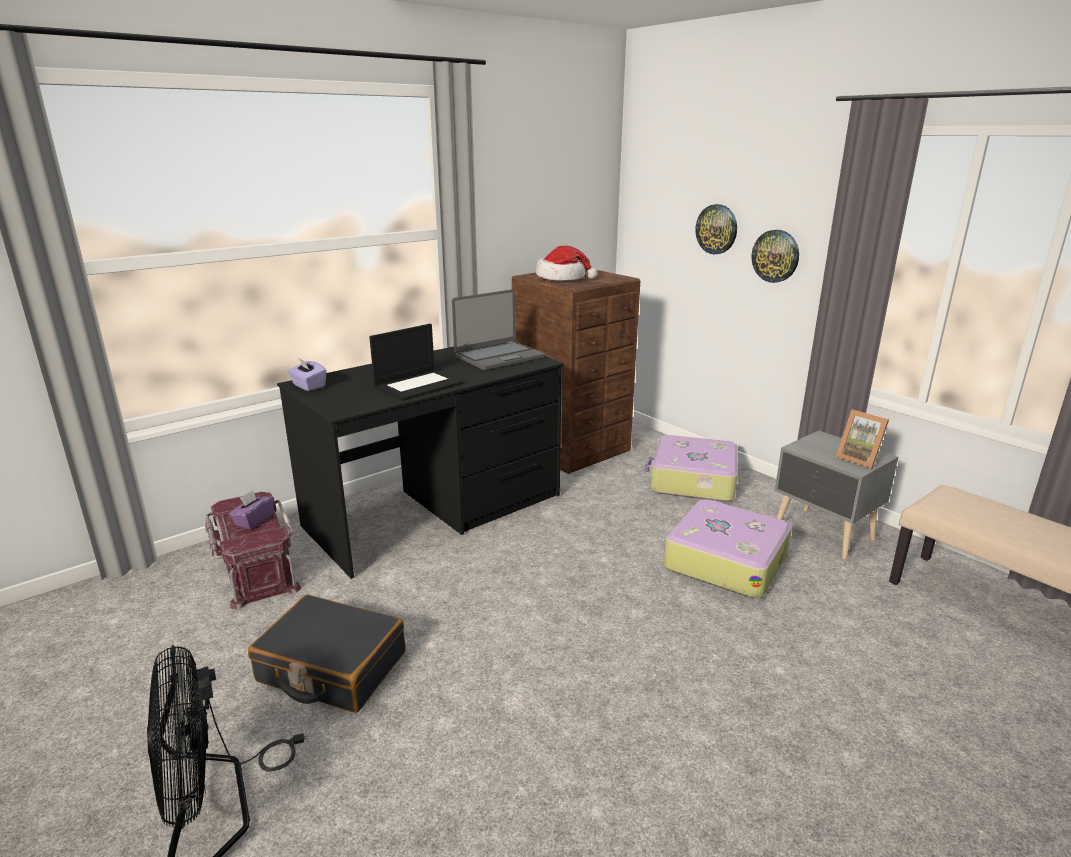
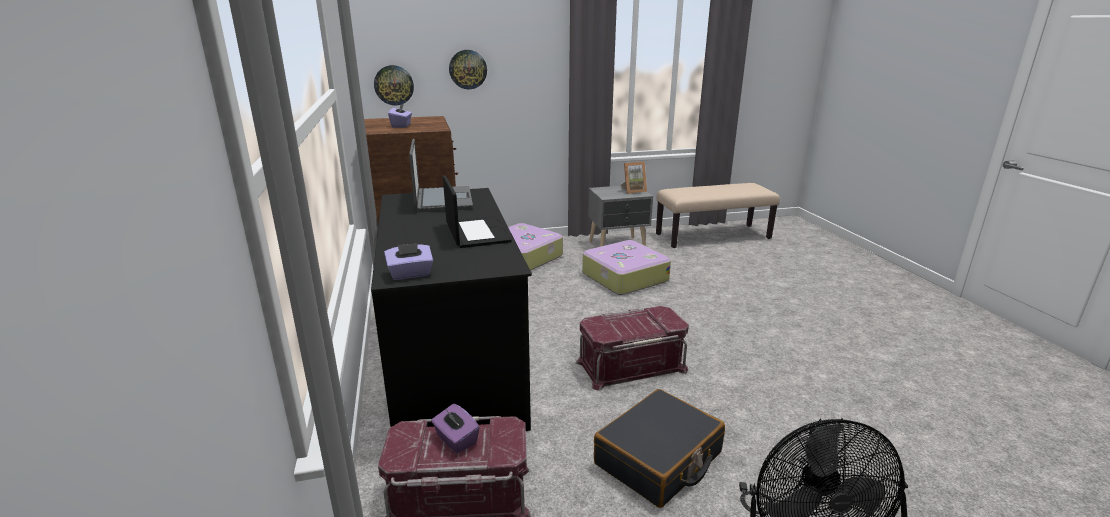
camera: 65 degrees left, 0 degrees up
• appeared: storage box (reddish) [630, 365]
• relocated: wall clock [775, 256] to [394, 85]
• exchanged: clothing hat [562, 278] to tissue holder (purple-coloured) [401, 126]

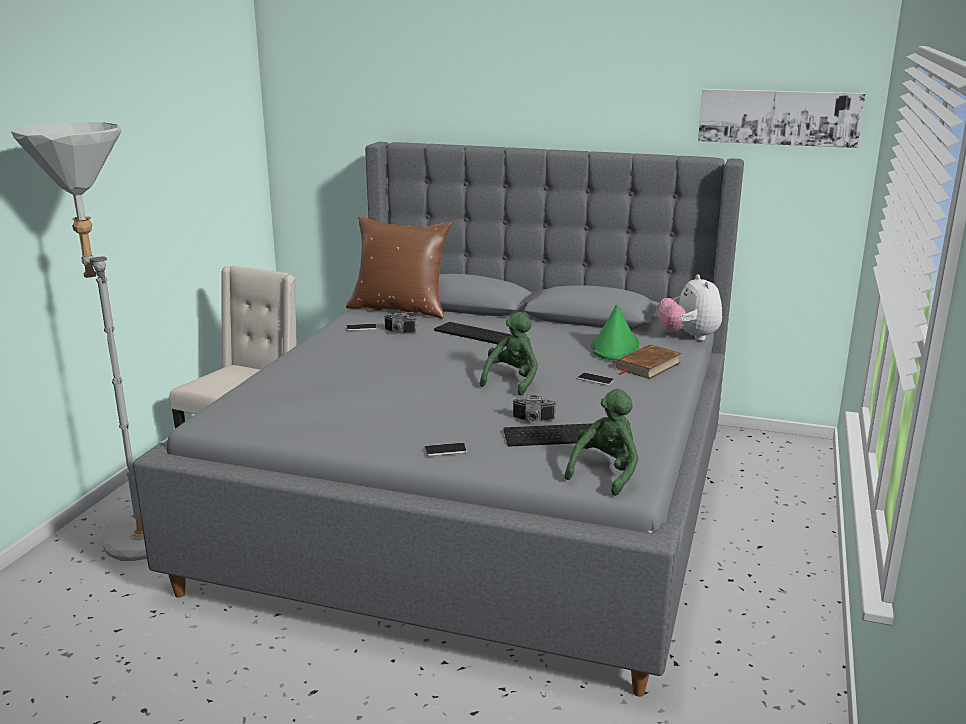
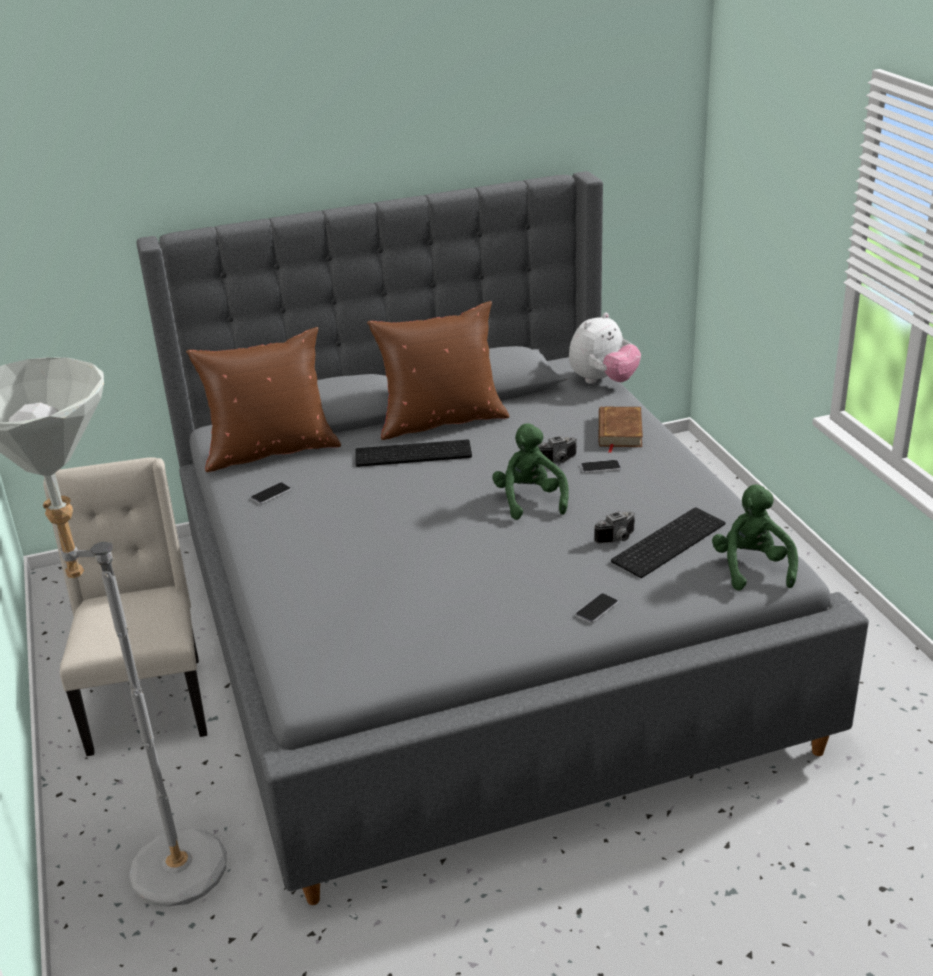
camera: 35 degrees left, 10 degrees up
• missing: clothing hat (greenish) [614, 347]
• missing: wall picture [779, 117]
• appeared: throw pillow (brown) [441, 420]
• relocated: photo camera [398, 332] to [559, 461]
• spun: soft toy [689, 337] = [603, 381] 90 degrees counterclockwise

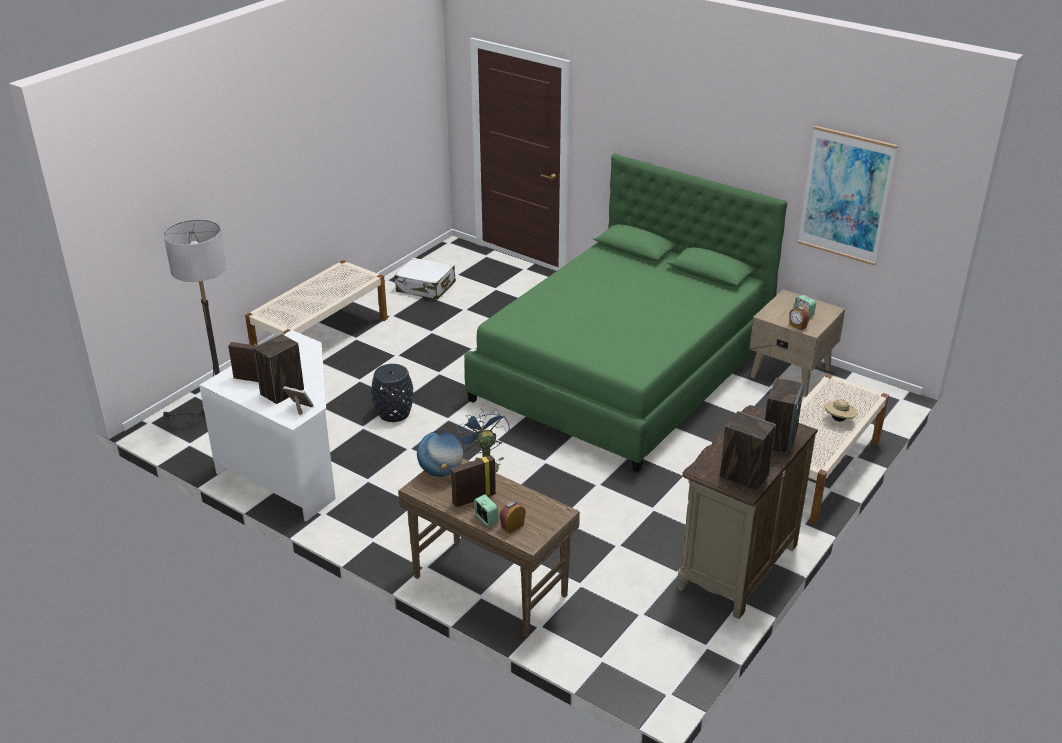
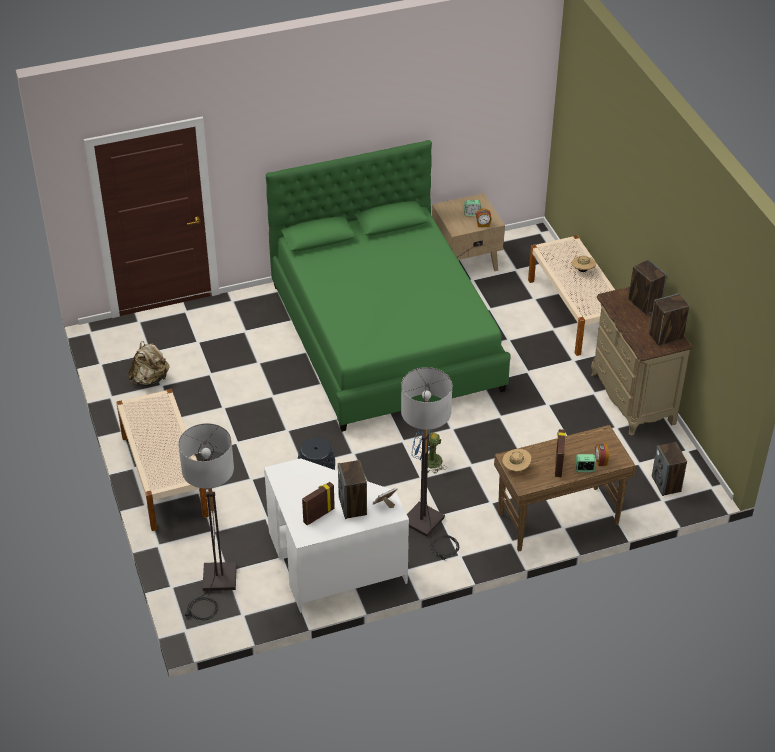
camera: 55 degrees left, 10 degrees up
• missing: wall picture [845, 195]
• appeared: standard lamp [429, 528]
• appeared: audio speaker [666, 484]
• exchanged: travel case (white-coloured) [426, 287] to backpack (beige) [150, 379]
• exchanged: world globe [440, 471] to clothing hat (beige) [516, 467]

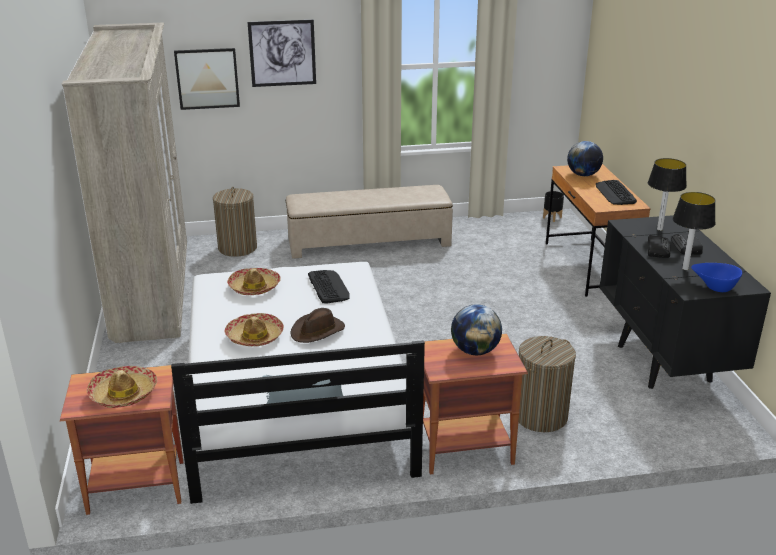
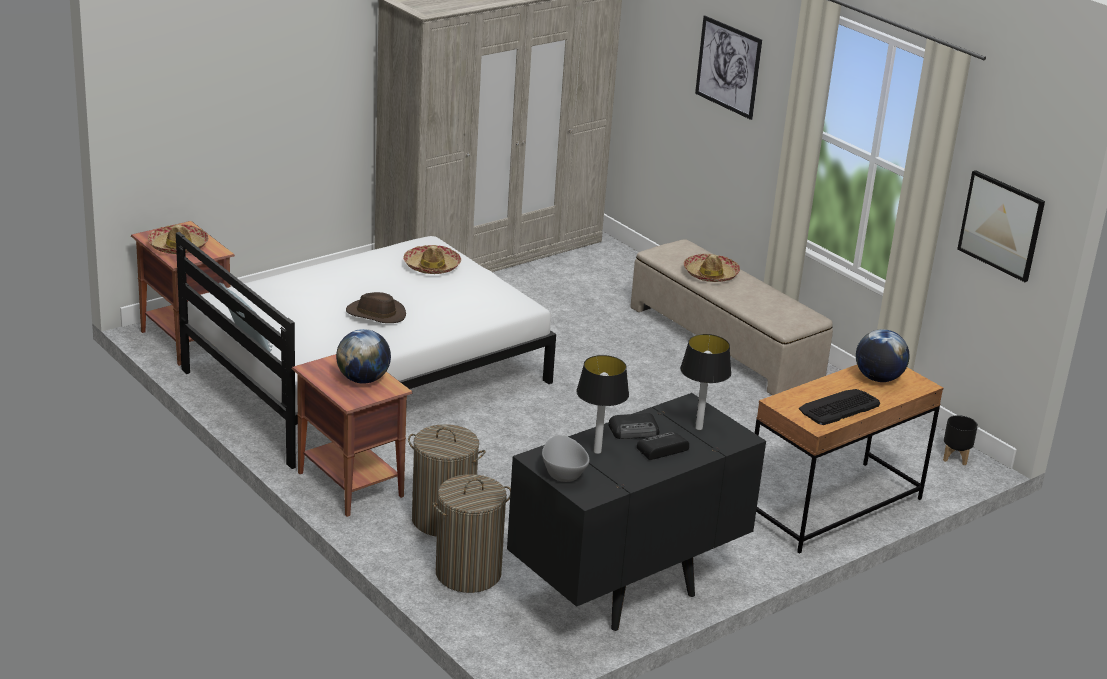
camera: 60 degrees right, 0 degrees up
• missing: keyboard [328, 287]
• relocated: wall picture [207, 78] to [1001, 225]
• relocated: hamper [237, 248] to [468, 573]
• relocated: clothing hat [255, 336] to [710, 274]
• colour: bowl (blue-coloured) [714, 287] to bowl (grey) [563, 473]

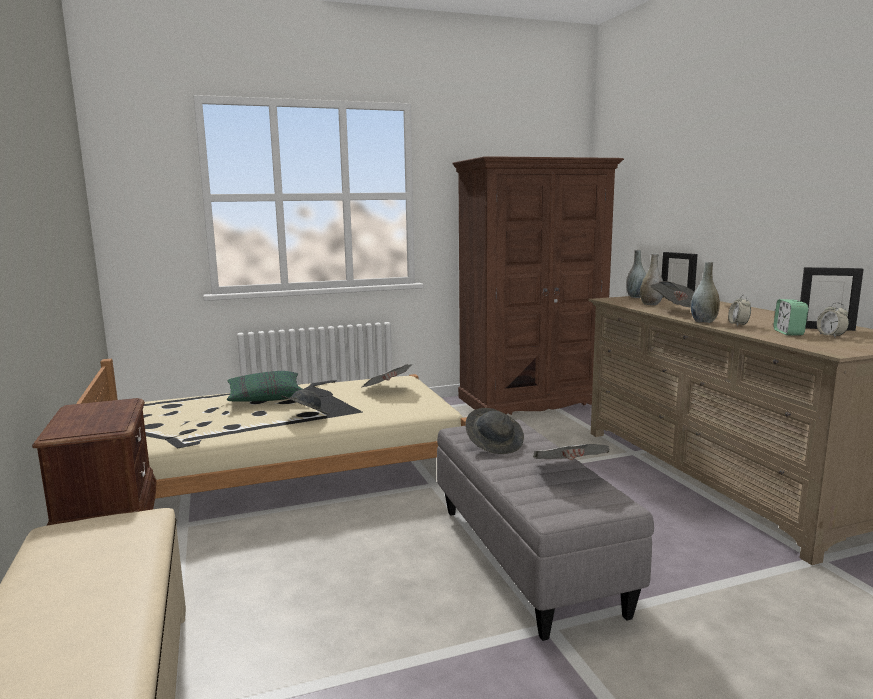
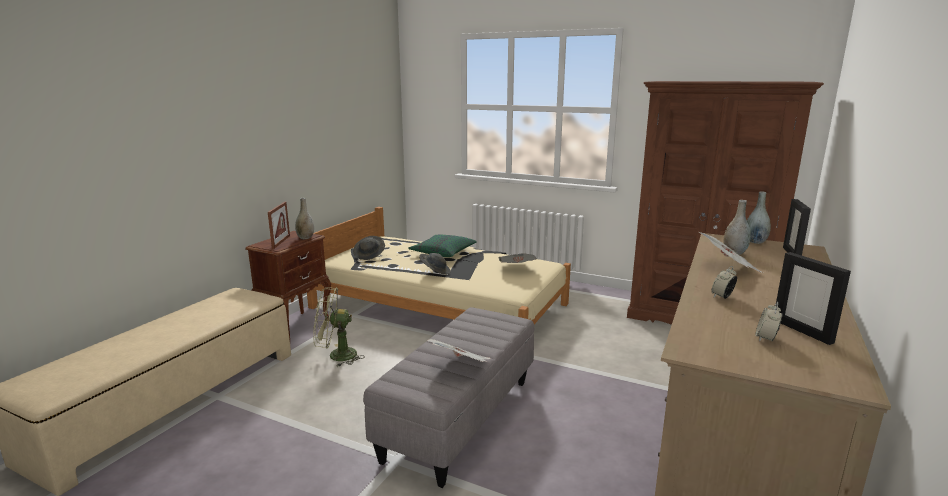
camera: 45 degrees right, 5 degrees up
• missing: bedside clock [788, 333]
• appeared: picture frame [281, 242]
• appeared: electric fan (greenish) [336, 356]
• relocated: clothing hat (grey) [494, 444] to [369, 255]
• relocated: flower vase (grey) [703, 321] to [305, 238]

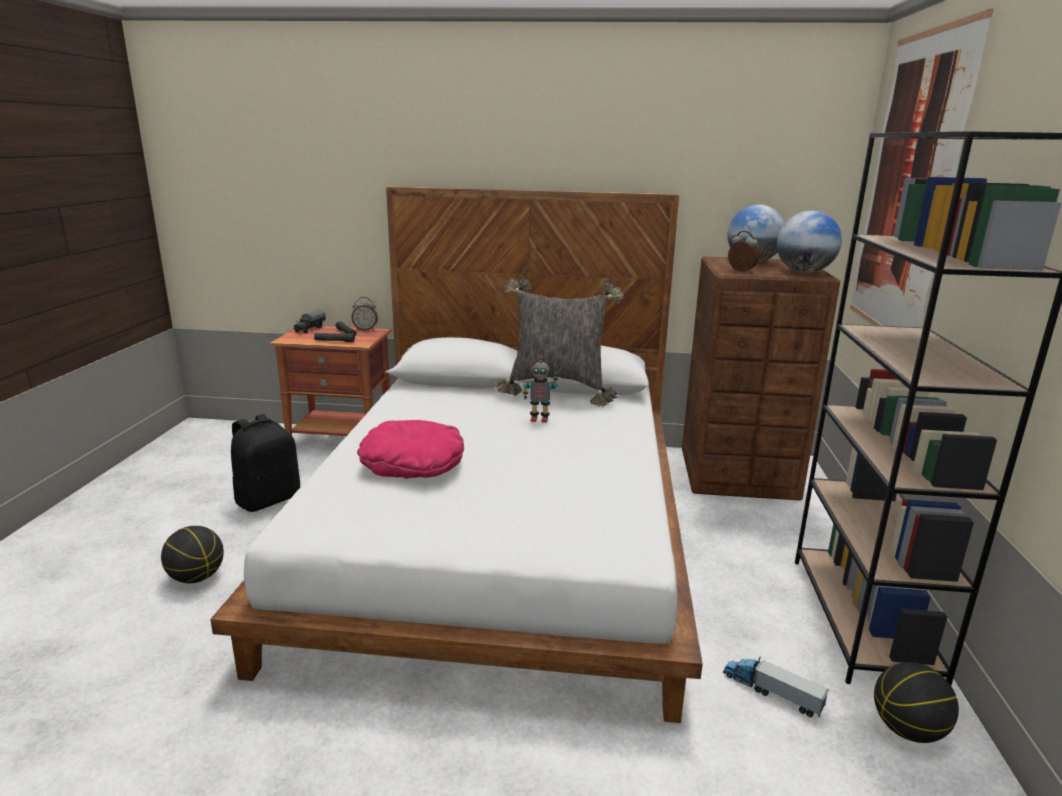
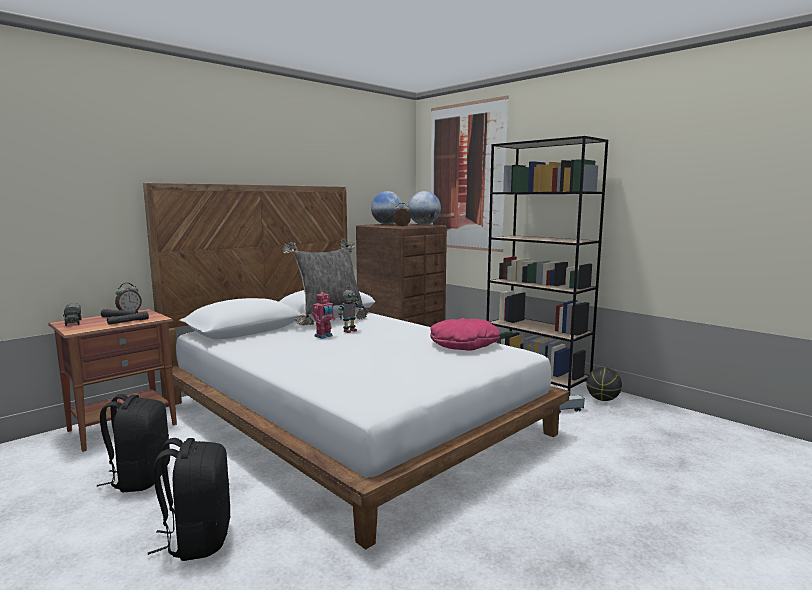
camera: 50 degrees left, 10 degrees down
• appeared: model robot [324, 336]
• relocated: throw pillow (pinkish) [414, 463] to [463, 344]
• exchanged: ball for basketball [197, 577] to backpack (blackish) [198, 539]

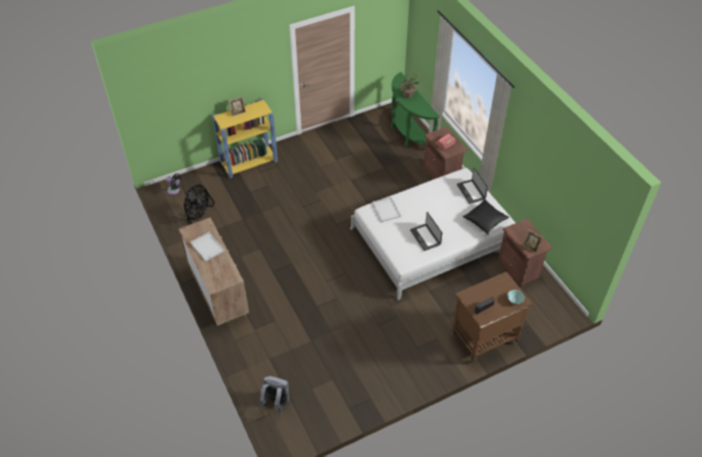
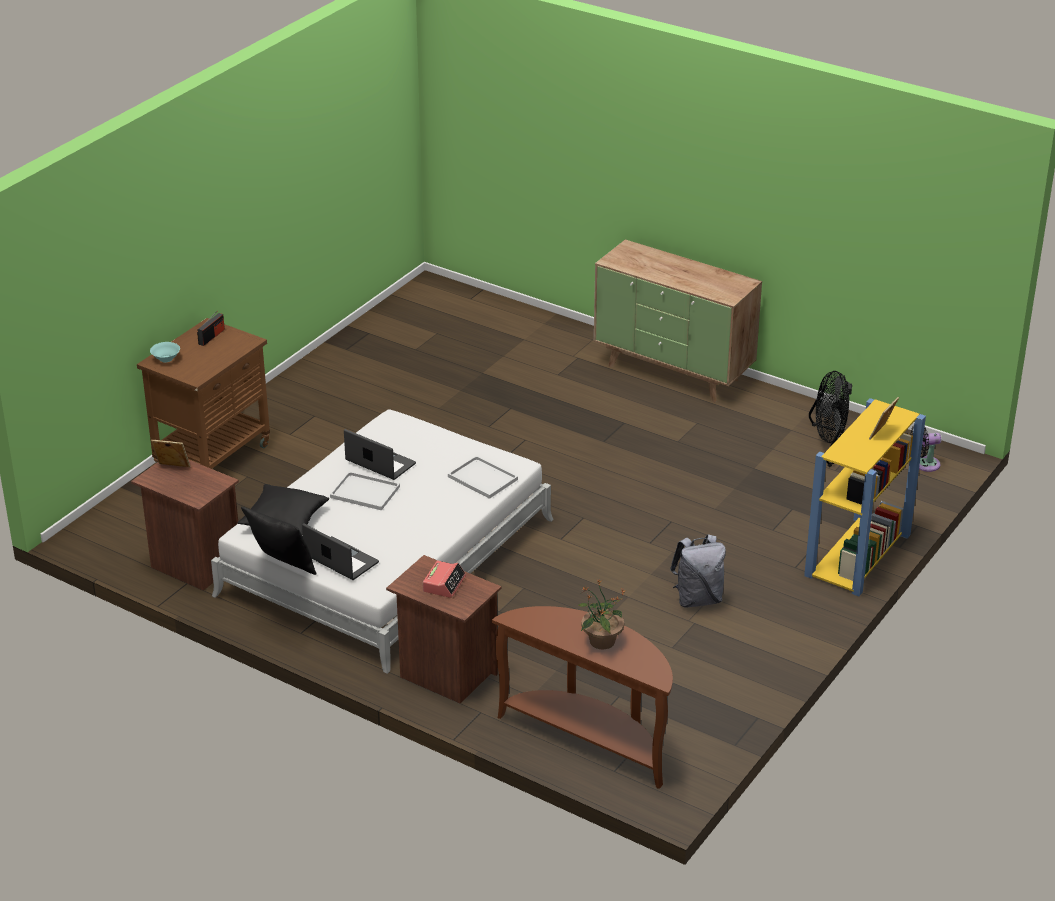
camera: 150 degrees right, 15 degrees down
• appeared: throw pillow (blackish) [282, 567]
• relocated: serving tray (white-coloured) [208, 247] to [363, 492]
• relocated: backpack (grey) [276, 403] to [698, 599]
• colour: console table (greenish) [408, 133] to console table (brown) [590, 738]

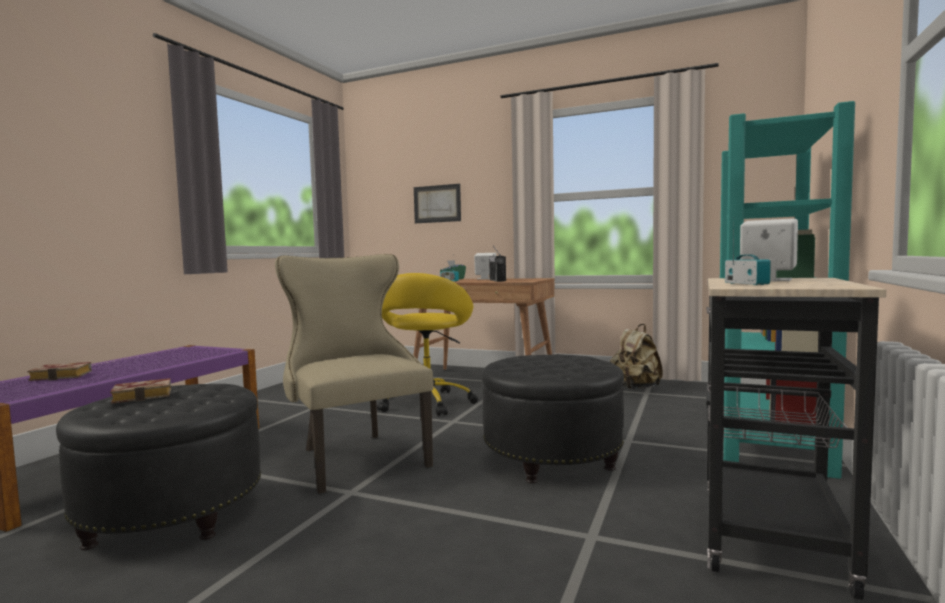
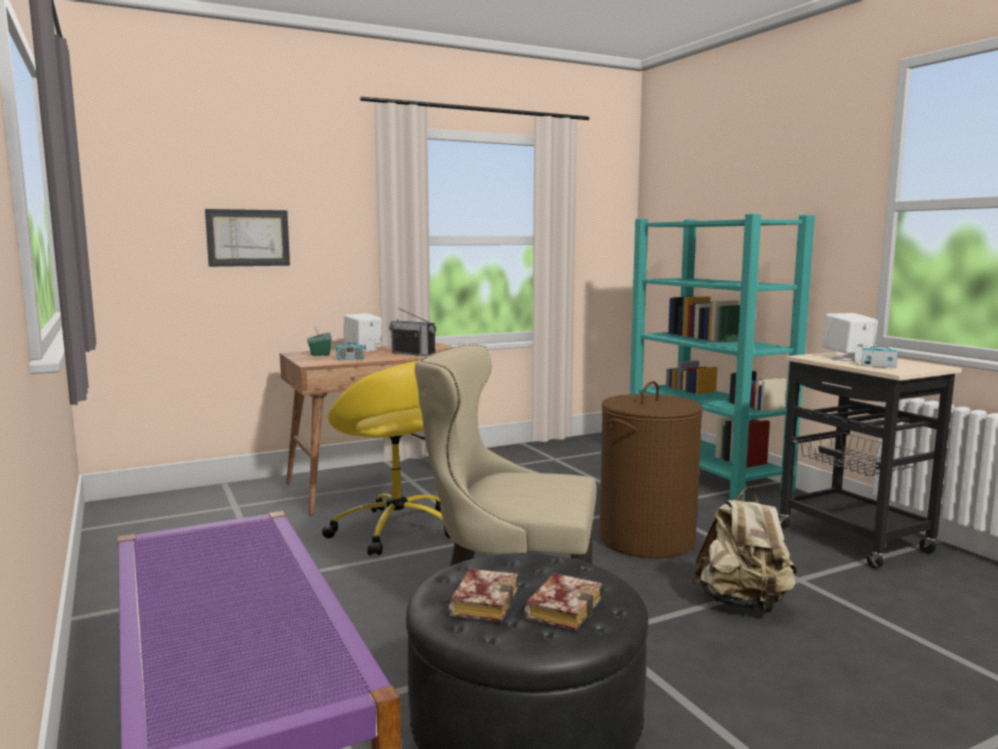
camera: 50 degrees left, 5 degrees up
• relocated: bound book [64, 376] to [562, 607]
• relocated: backpack (beige) [635, 388] to [743, 604]
• exchanged: pouffe (blackish) [552, 458] to hamper (brown) [646, 539]

